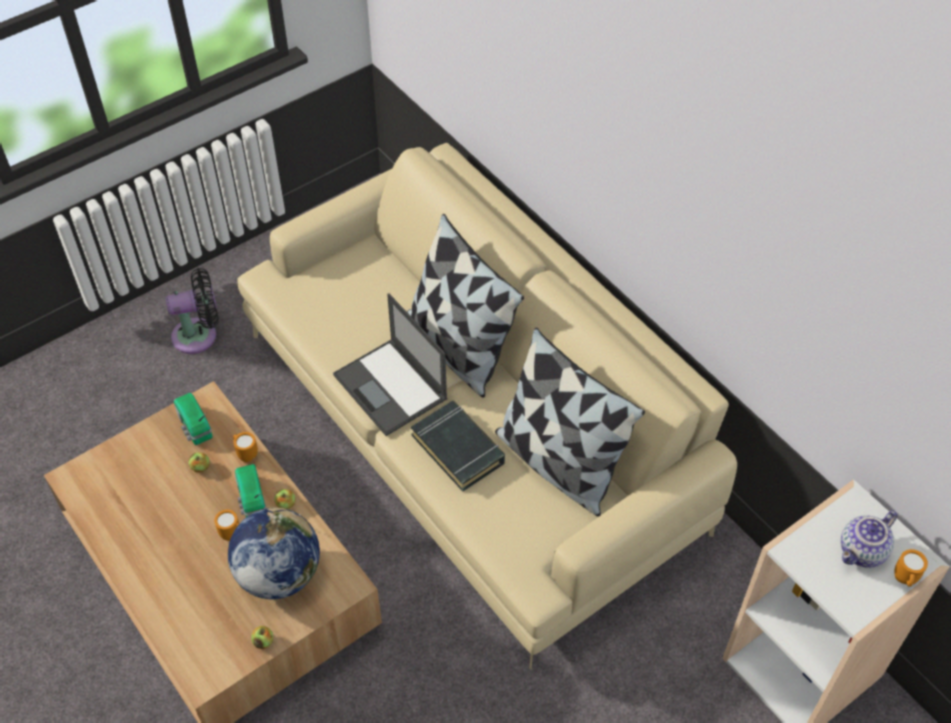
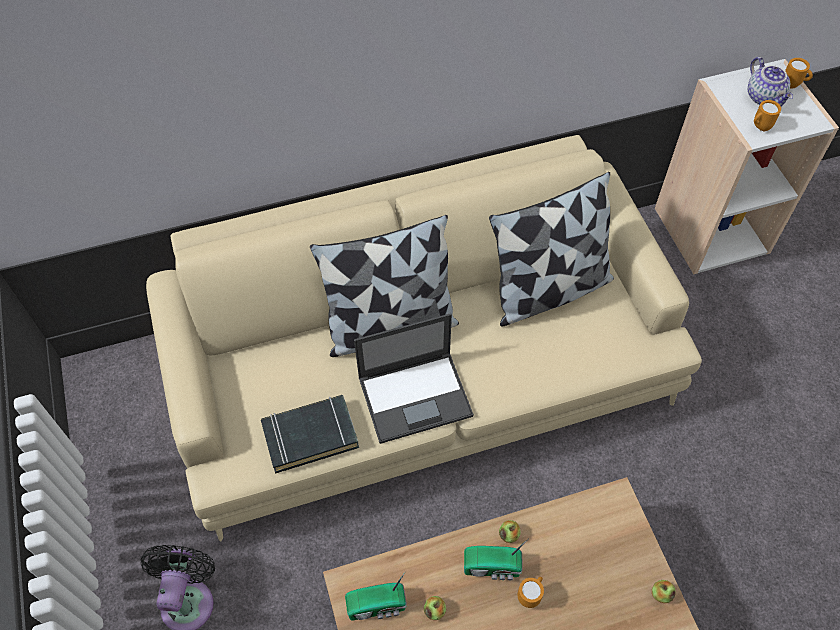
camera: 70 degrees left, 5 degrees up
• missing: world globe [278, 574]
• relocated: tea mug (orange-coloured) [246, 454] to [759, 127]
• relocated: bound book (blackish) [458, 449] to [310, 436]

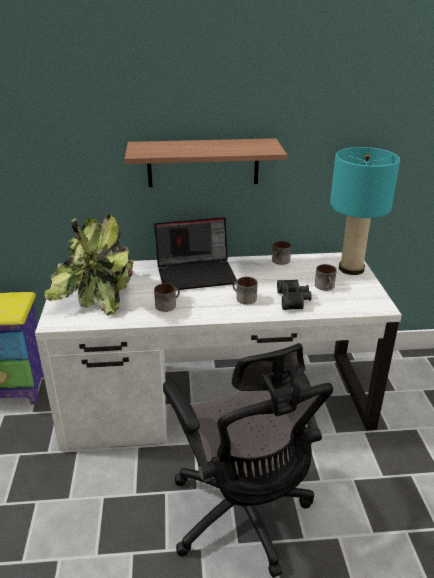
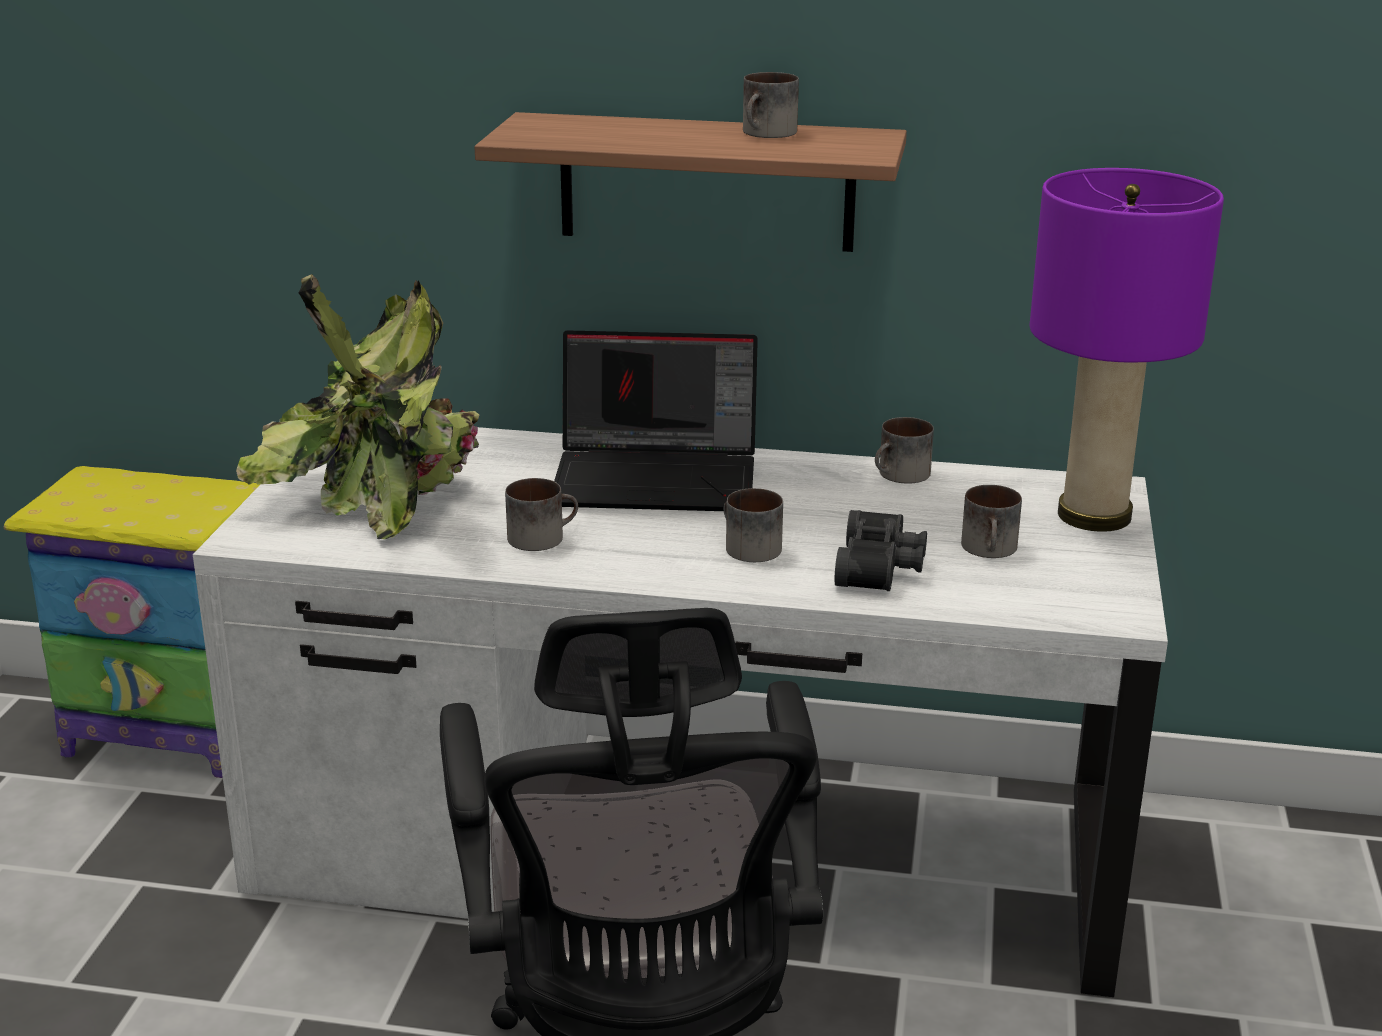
camera: 15 degrees right, 5 degrees down
• appeared: tea mug [768, 133]
• colour: tabletop lamp (blue-green) [351, 269] to tabletop lamp (purple-coloured) [1093, 516]

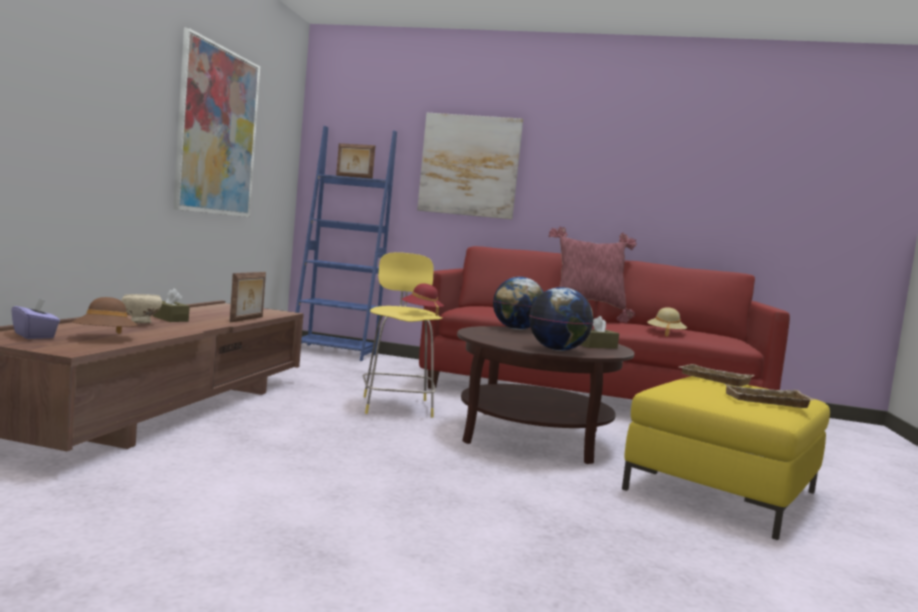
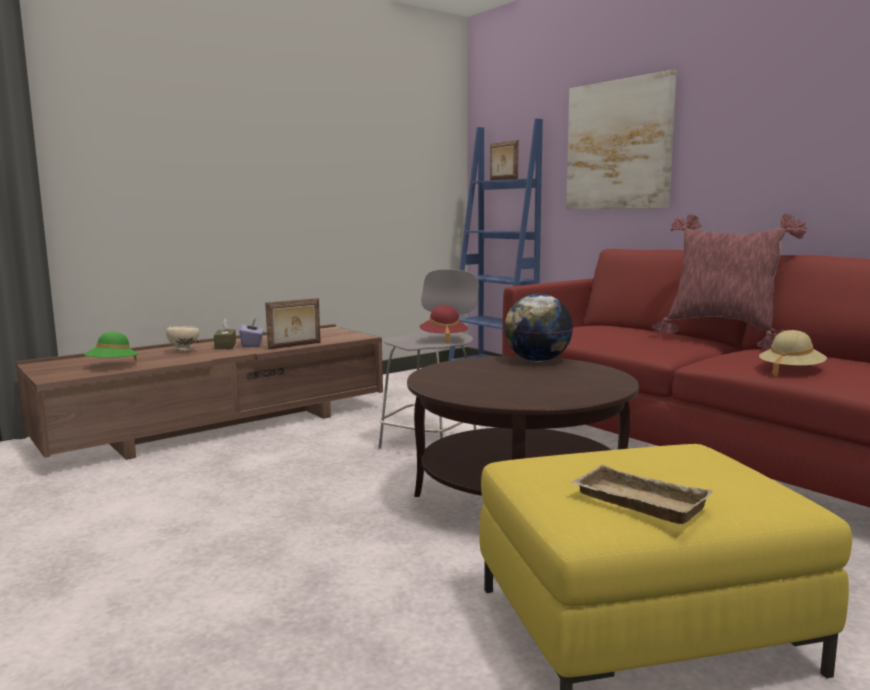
camera: 40 degrees right, 5 degrees up
• missing: wall picture [218, 132]
• missing: world globe [557, 350]
• missing: tissue holder (brown) [597, 346]
• missing: serving tray (beige) [712, 379]
• relocated: tissue holder (purple-coloured) [35, 336] to [252, 345]
• colour: clothing hat (brown) [105, 338] to clothing hat (greenish) [112, 366]
• colour: stool (yellowish) [397, 405] to stool (grey) [431, 442]

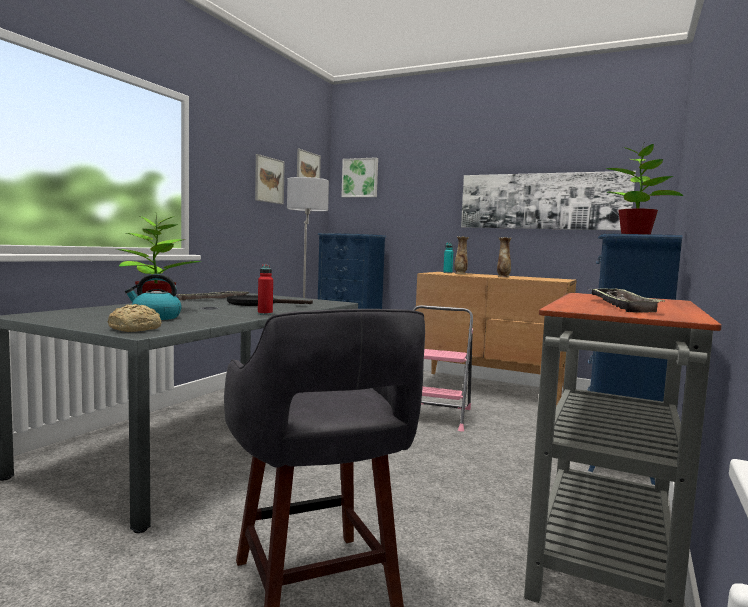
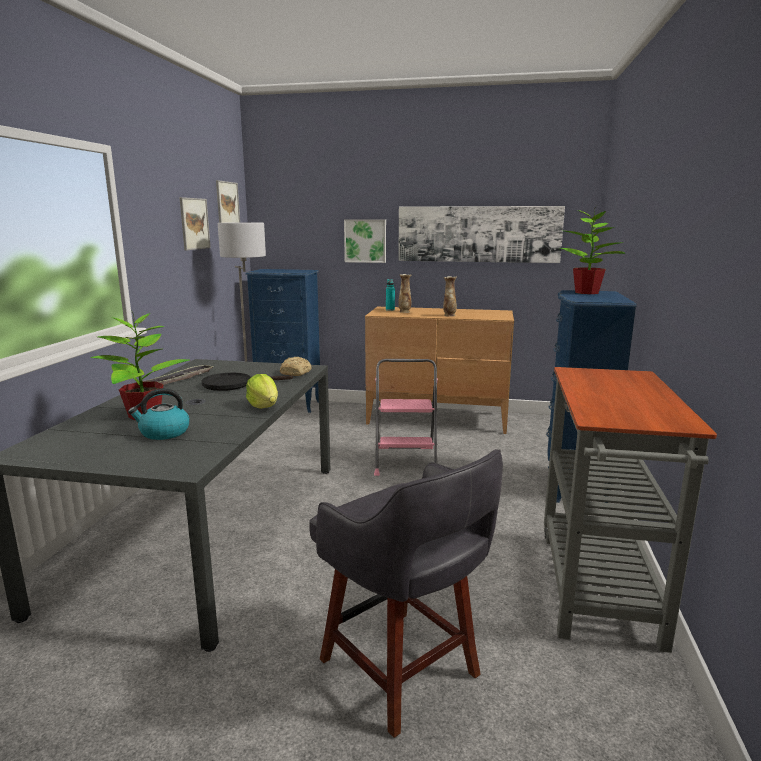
camera: 15 degrees left, 10 degrees up
• missing: serving tray [620, 305]
• relocated: baked bread [136, 329] to [296, 373]
• relocated: wall picture [360, 178] to [365, 241]
• exchanged: drink bottle (reddish) [265, 314] to lettuce head [264, 406]

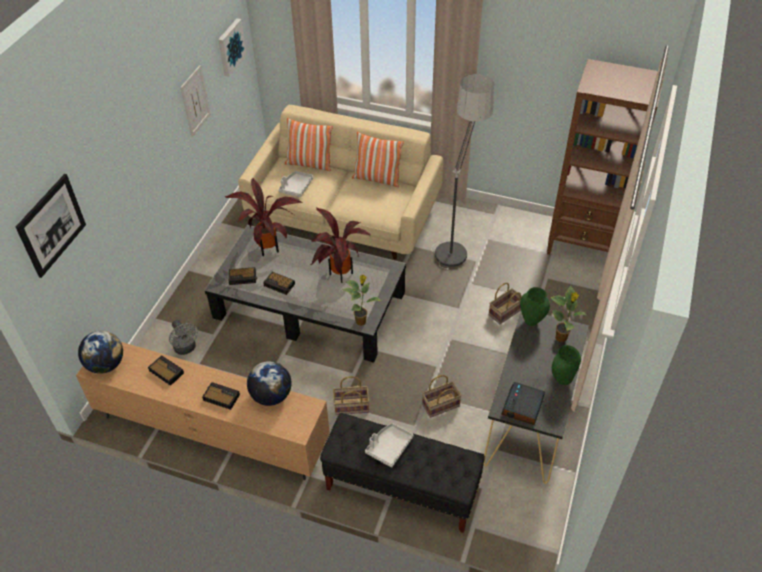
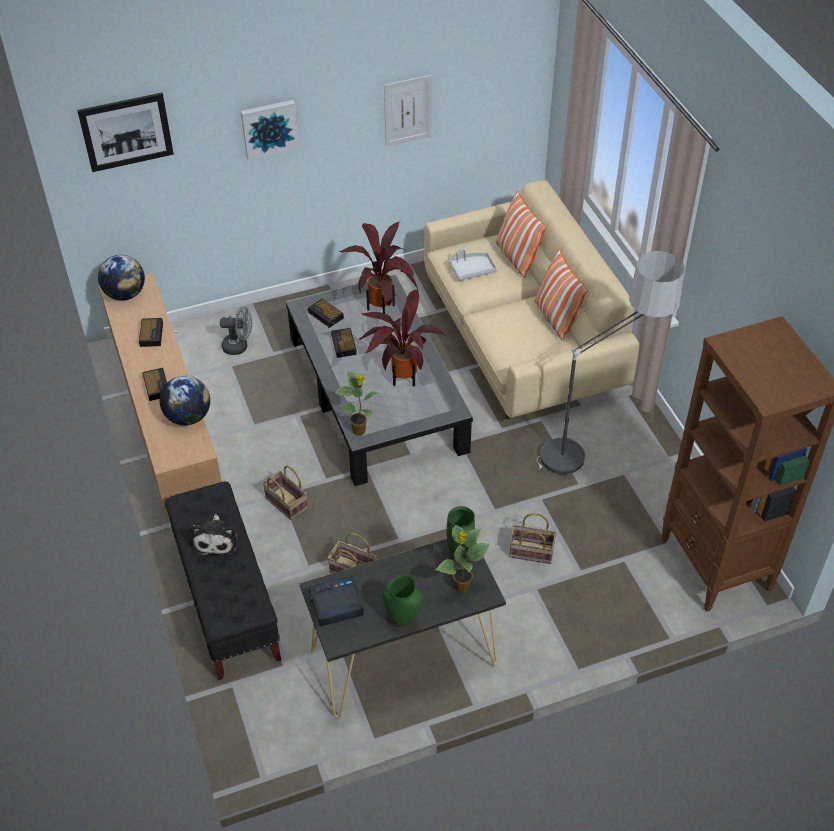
camera: 50 degrees right, 0 degrees up
• relocated: wall picture [230, 47] to [269, 128]
• exchanged: serving tray (grey) [389, 447] to soft toy [216, 539]
• spun: electric fan (grey) [186, 349] = [239, 346] 105 degrees counterclockwise

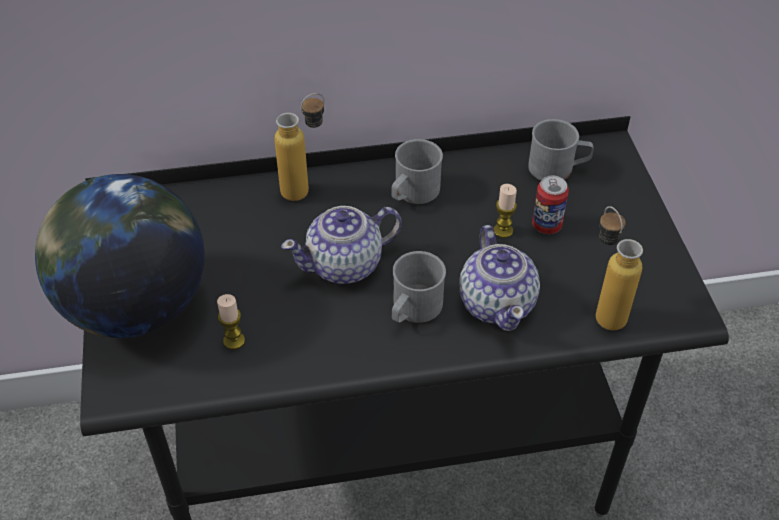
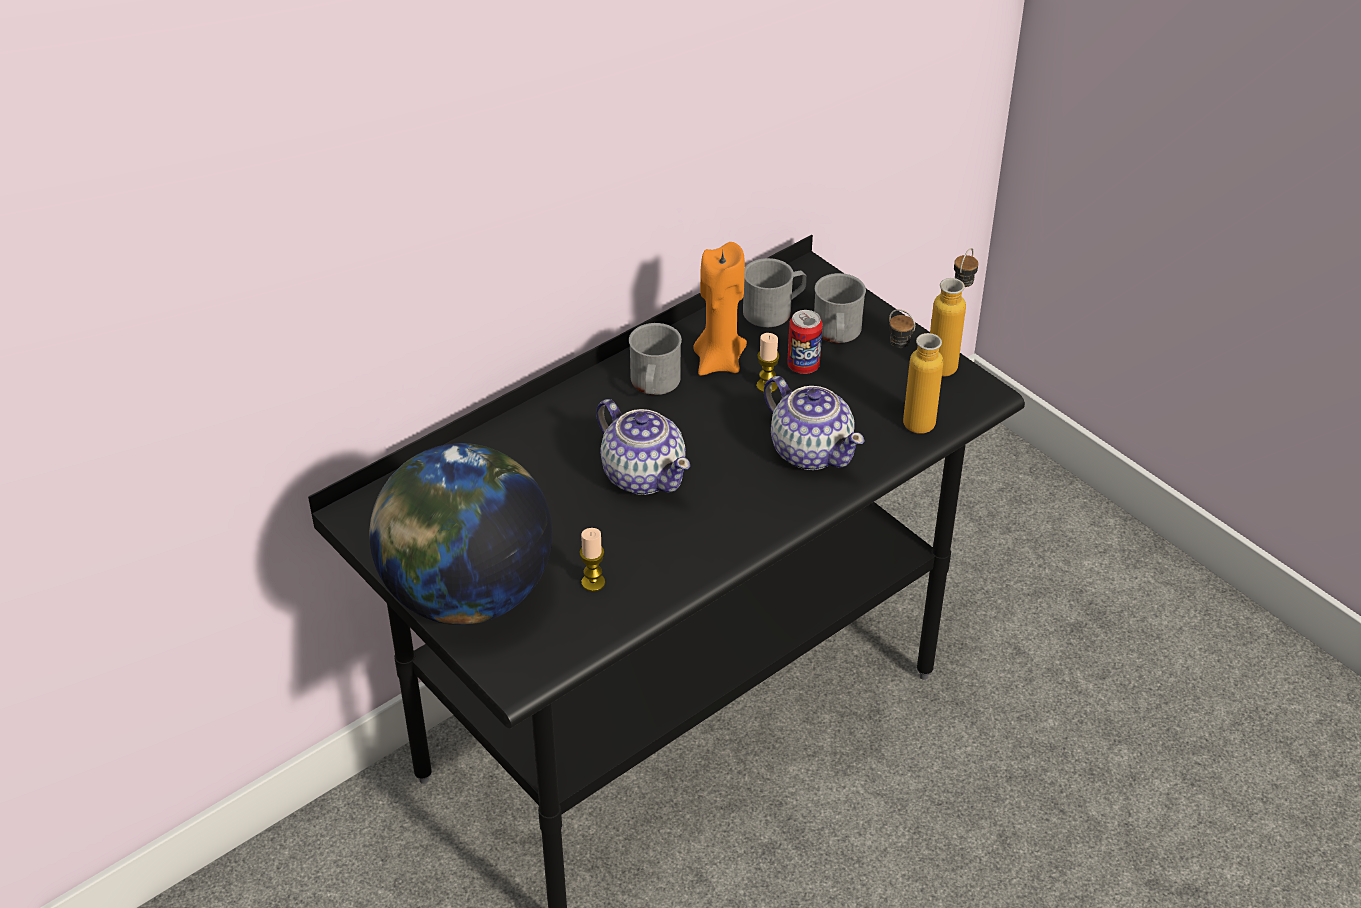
camera: 30 degrees left, 5 degrees down
• appeared: wax light (orange-coloured) [719, 362]
• relocated: drink bottle [305, 188] to [947, 360]
• relocated: tea mug (grey) [413, 310] to [837, 333]
• spun: teapot [345, 265] = [643, 474] 75 degrees counterclockwise

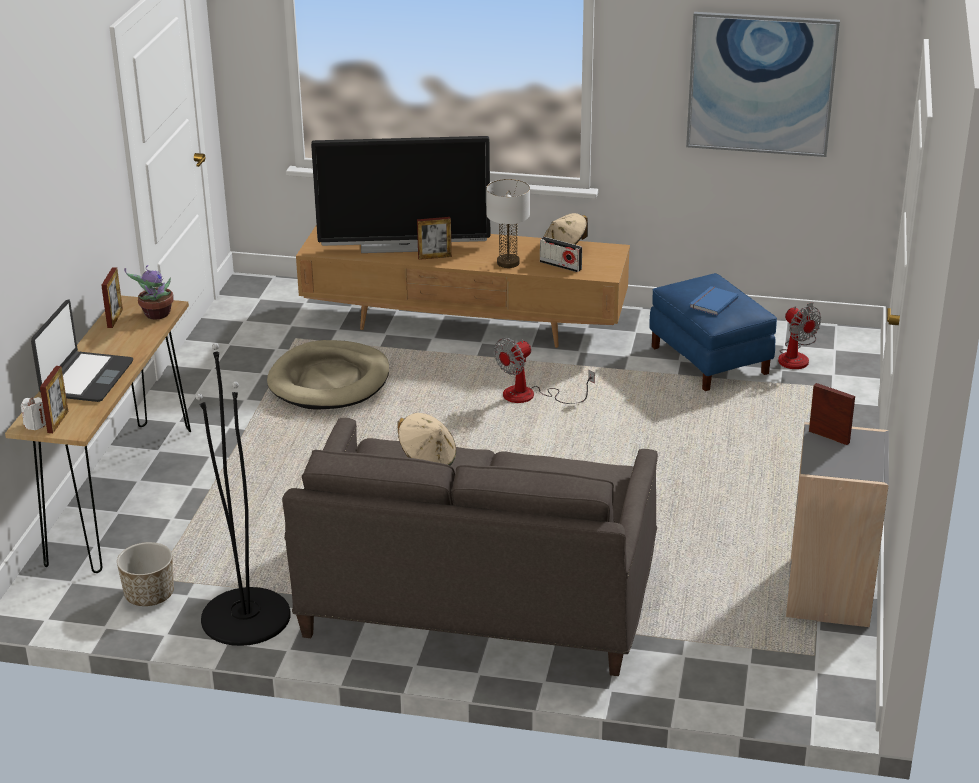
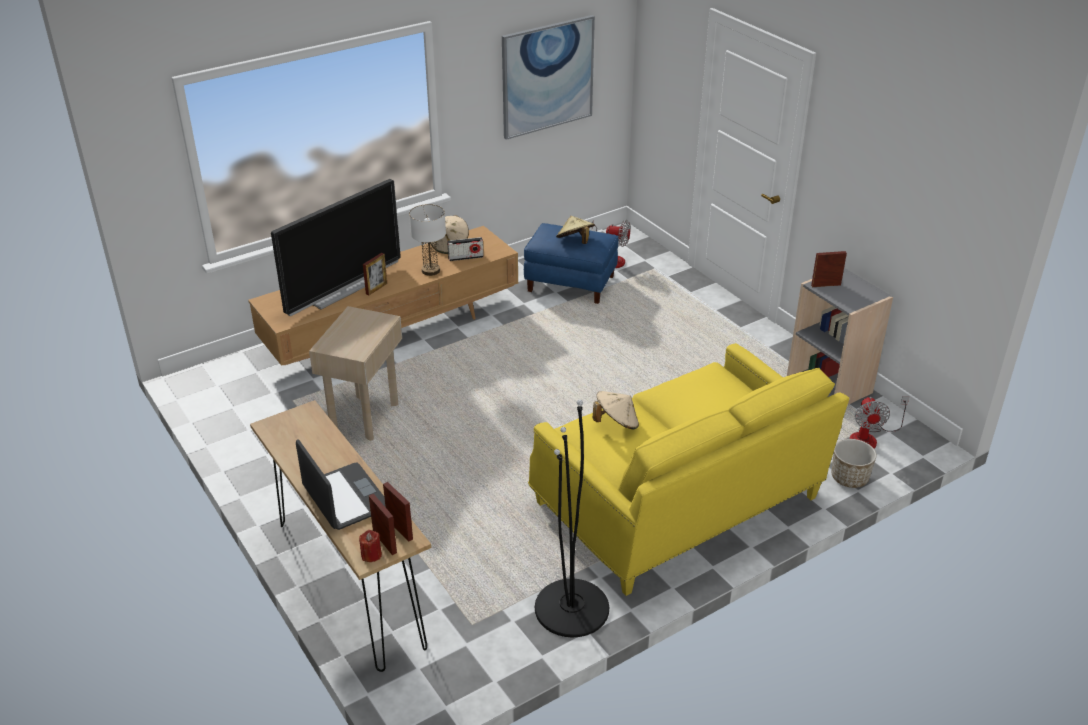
camera: 45 degrees left, 5 degrees up
• missing: potted plant [156, 315]
• relocated: picture frame [115, 318] to [399, 529]
• relocated: flower pot [149, 595] to [849, 478]
• relocated: electric fan [530, 396] to [869, 438]
• exchanged: dog bed (beige) [329, 381] to accent table (beige) [365, 417]
• exchanged: bound book (blue-coloured) [712, 302] to clothing hat (beige) [575, 242]
• colour: wax light (white-coloured) [35, 424] to wax light (reddish) [371, 555]
• colour: settee (grey) [477, 599] to settee (yellowish) [680, 503]

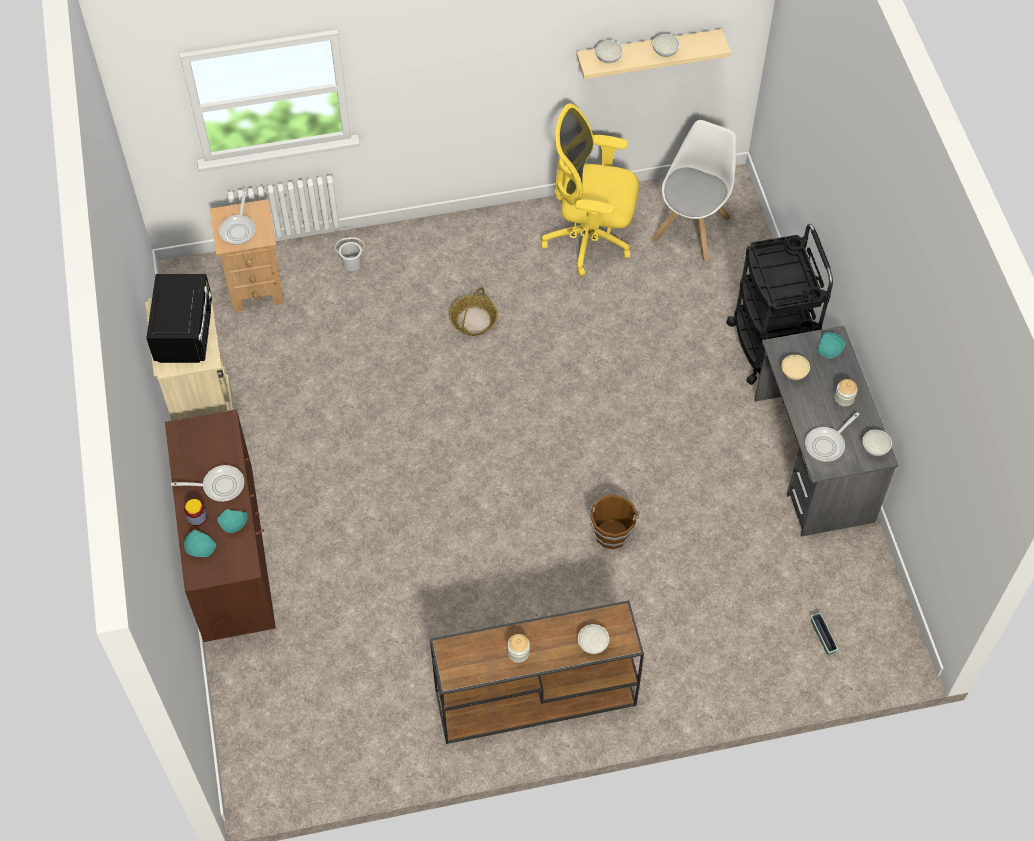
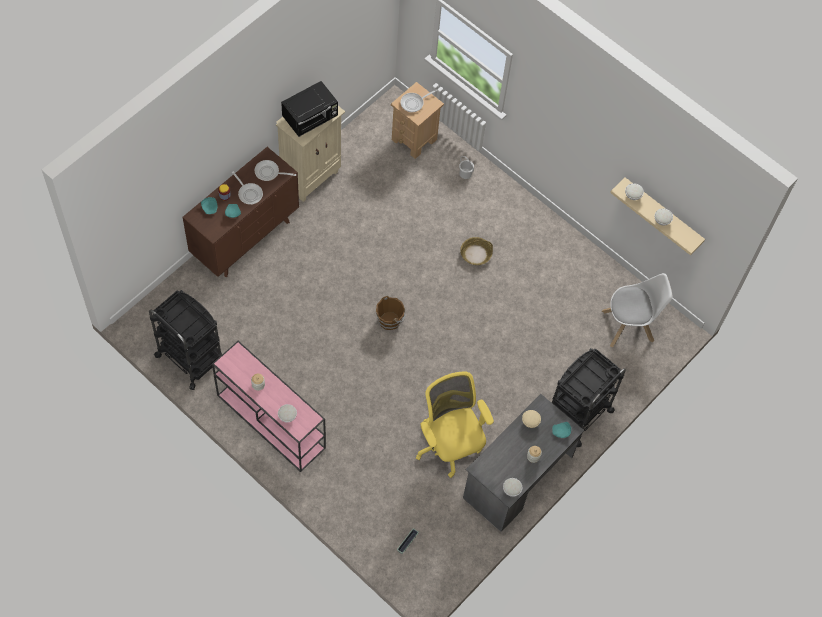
camera: 50 degrees right, 5 degrees up
• appeared: trolley (blackish) [191, 357]
• relocated: office chair (yellowish) [592, 238] to [450, 448]
• relocated: pail (brown) [611, 532] to [390, 320]
• relocated: skillet [827, 444] to [269, 172]
• colour: console table (brown) [533, 699] to console table (pinkish) [270, 421]

